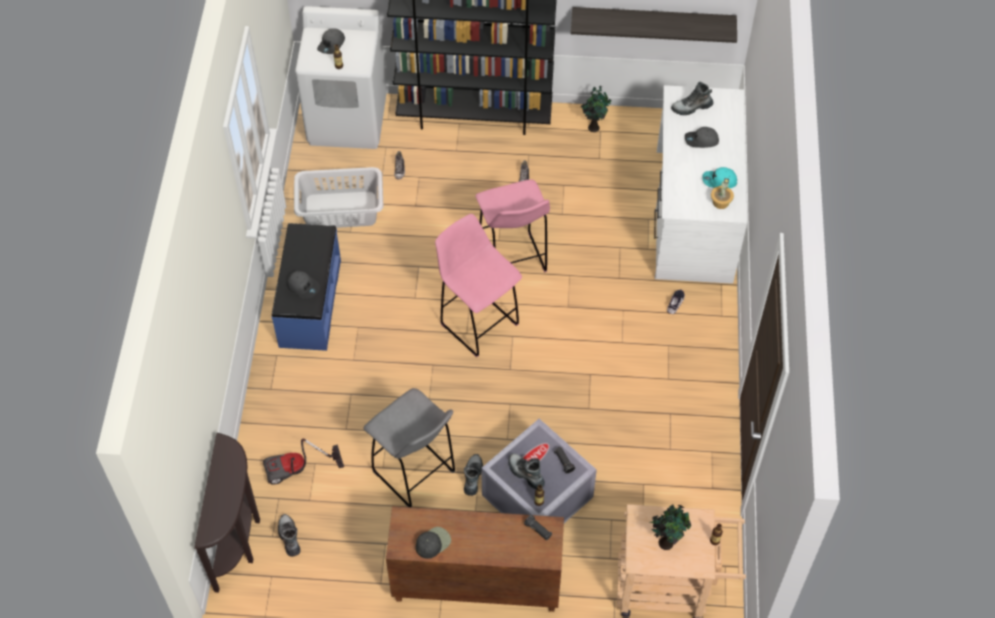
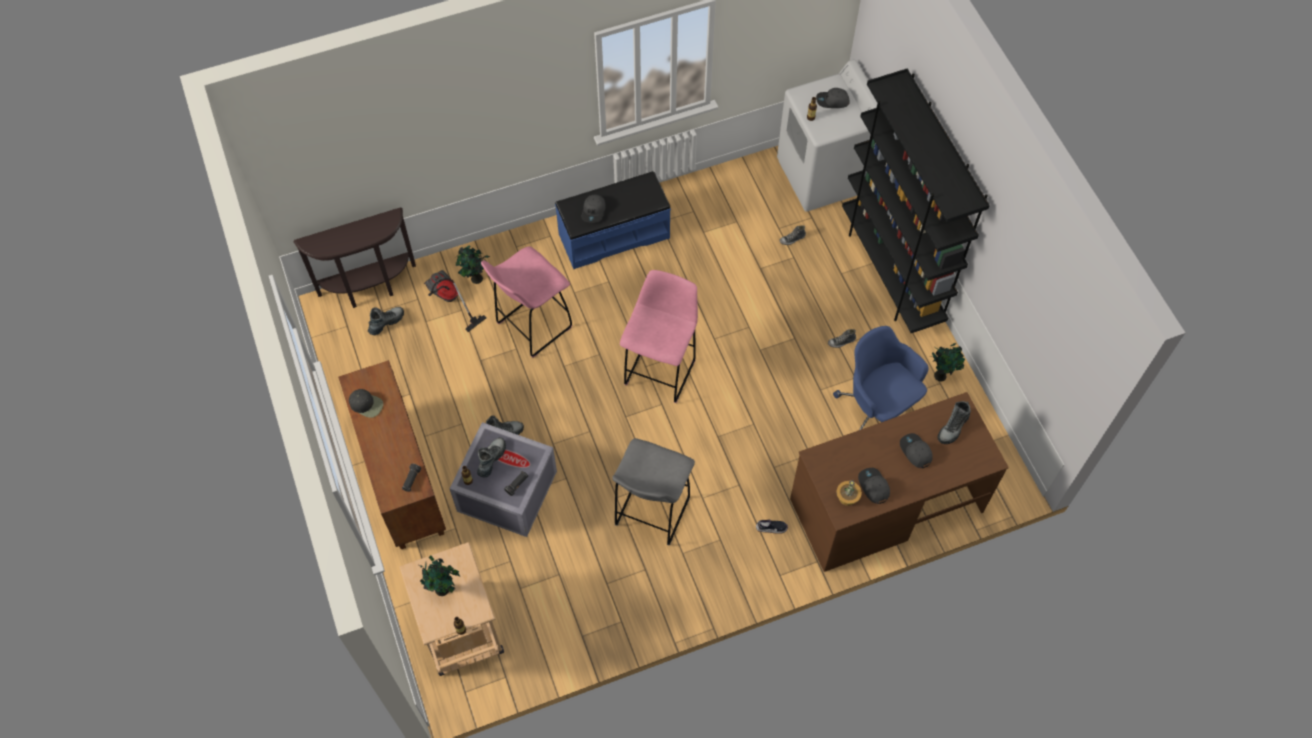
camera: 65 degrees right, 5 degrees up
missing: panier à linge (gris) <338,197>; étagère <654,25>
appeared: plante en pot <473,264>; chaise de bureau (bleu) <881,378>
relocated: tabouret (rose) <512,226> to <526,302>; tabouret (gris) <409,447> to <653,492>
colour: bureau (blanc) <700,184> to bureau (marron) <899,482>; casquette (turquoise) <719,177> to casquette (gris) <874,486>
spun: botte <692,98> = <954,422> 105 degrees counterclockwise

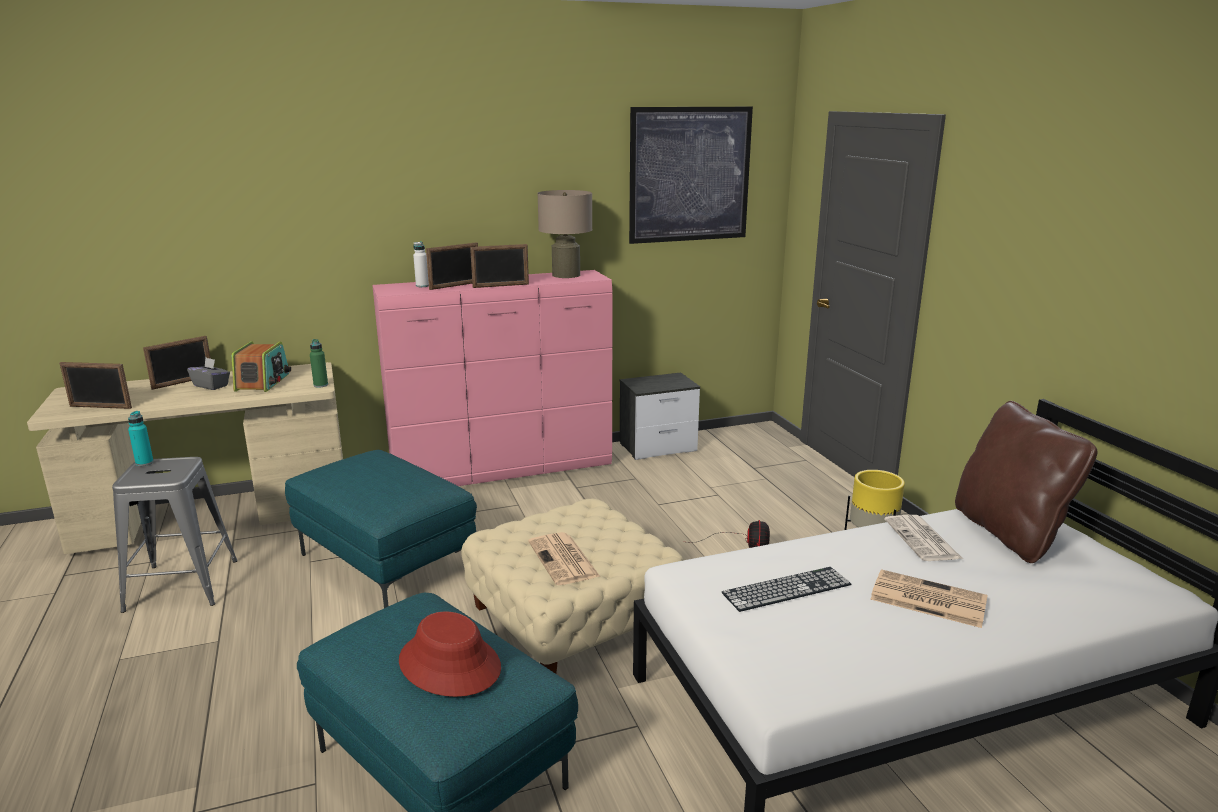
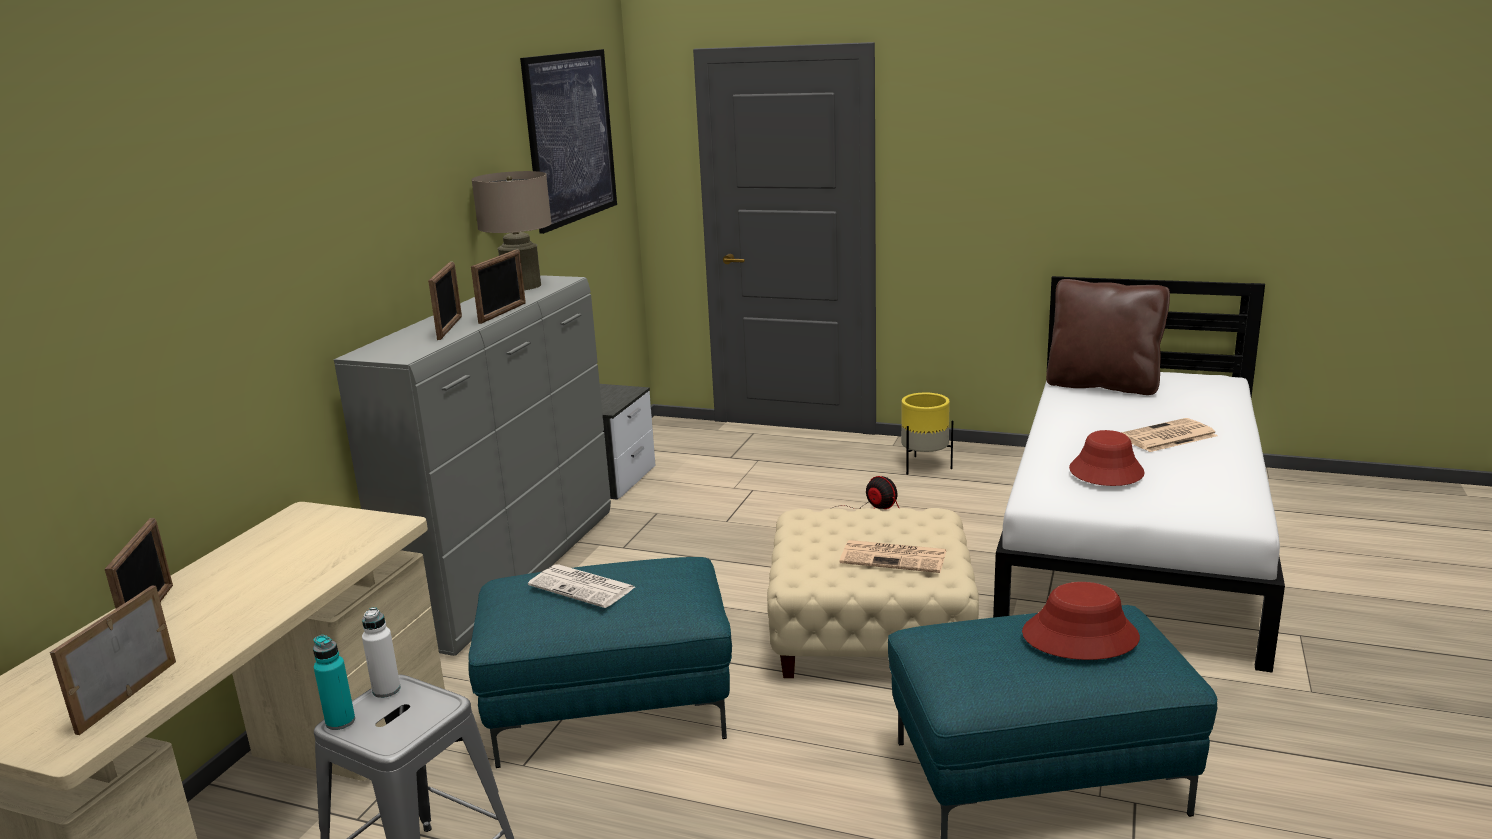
camera: 50 degrees left, 0 degrees up
missing: boîte à mouchoirs (gris) <208,374>; radio <261,367>; bouteille (vert) <319,363>
relocated: bouteille (blanc) <421,264> to <381,652>; journal <923,538> to <581,586>
exchanged: clavier <786,589> to chapeau (rouge) <1107,458>
colour: commode (rose) <492,378> to commode (gris) <472,465>
spun: cadre photo <95,385> = <113,660> 150 degrees clockwise

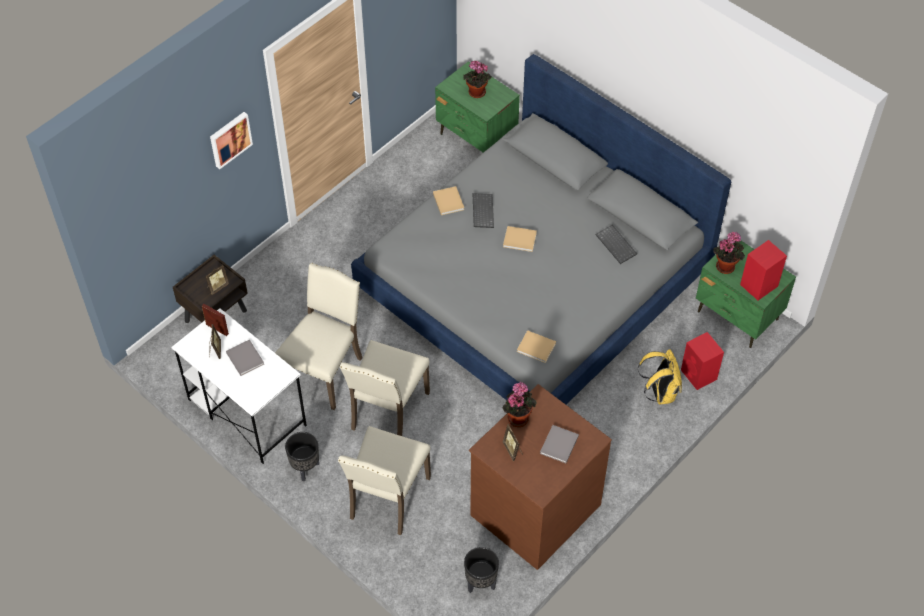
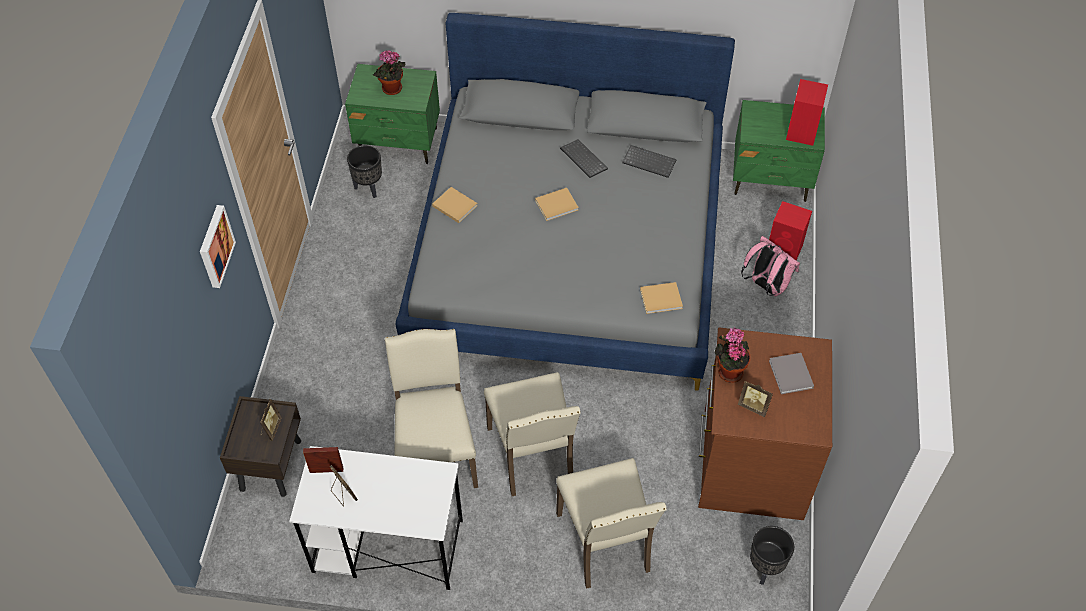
camera: 35 degrees left, 0 degrees up
missing: livre (gris) <245,358>; plante en pot <729,253>
relocated: cache-pot (noir) <302,456> to <364,171>; clavier <483,210> to <584,158>
colour: sac à dos (jaune) <660,376> to sac à dos (rose) <770,266>

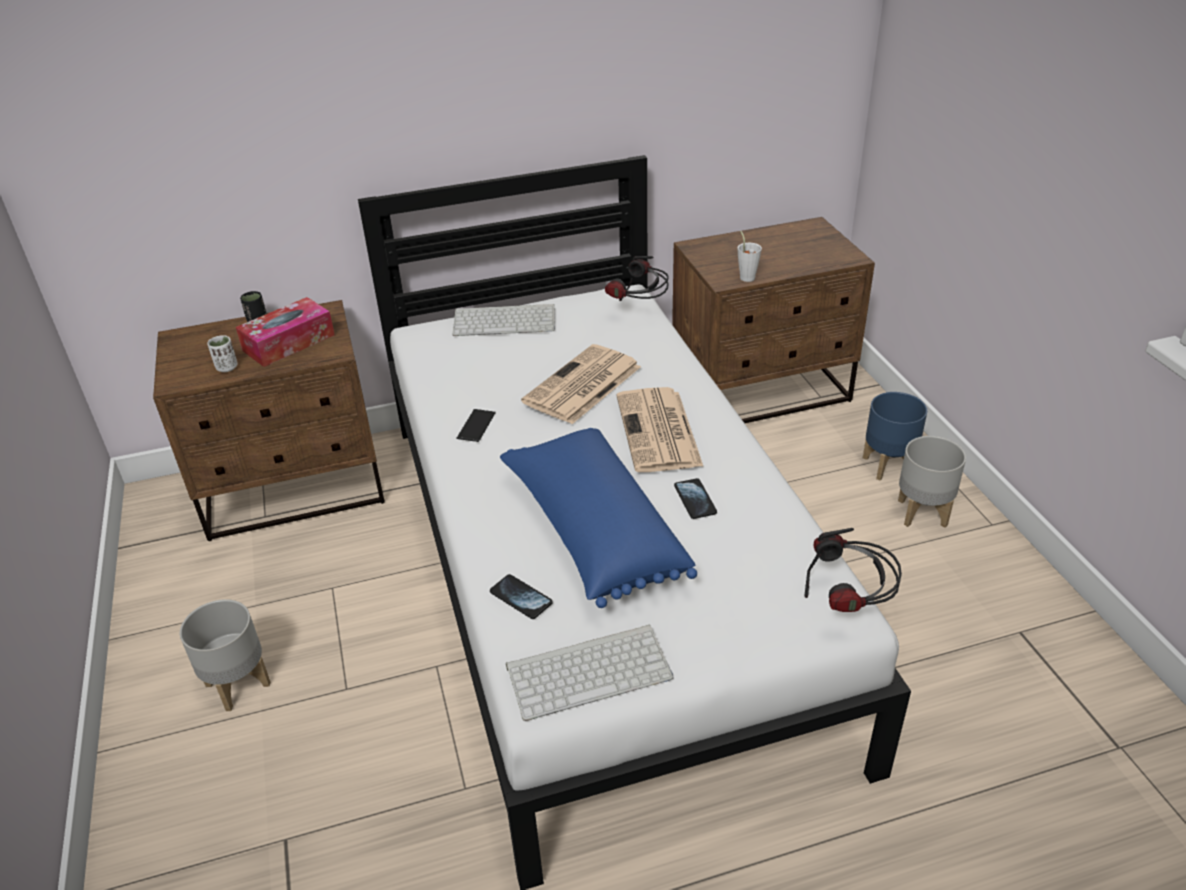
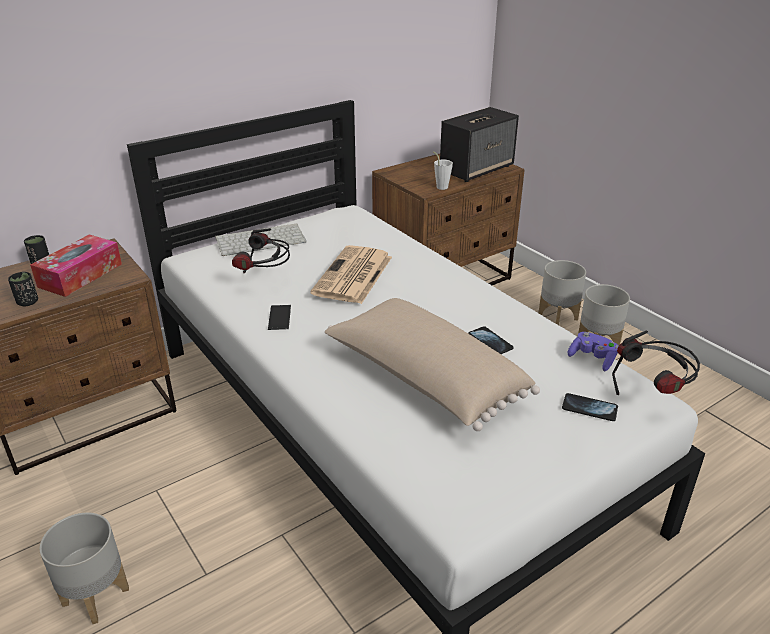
camera: 20 degrees left, 5 degrees down
missing: clavier <590,673>; journal <660,429>
appeared: enceinte <479,144>; manette (violet) <593,351>
relocated: casque audio <637,278> to <261,250>; téléphone <521,596> to <590,407>
colour: tasse (blanc) <222,353> to tasse (noir) <23,289>; coussin (bleu) <598,518> to coussin (beige) <432,364>; cache-pot (bleu) <895,436> to cache-pot (gris) <562,292>

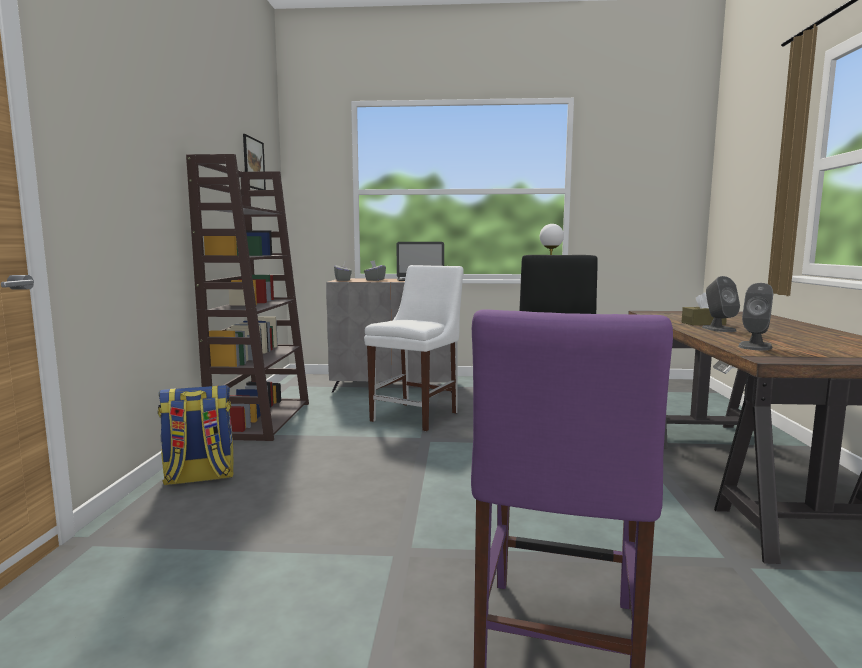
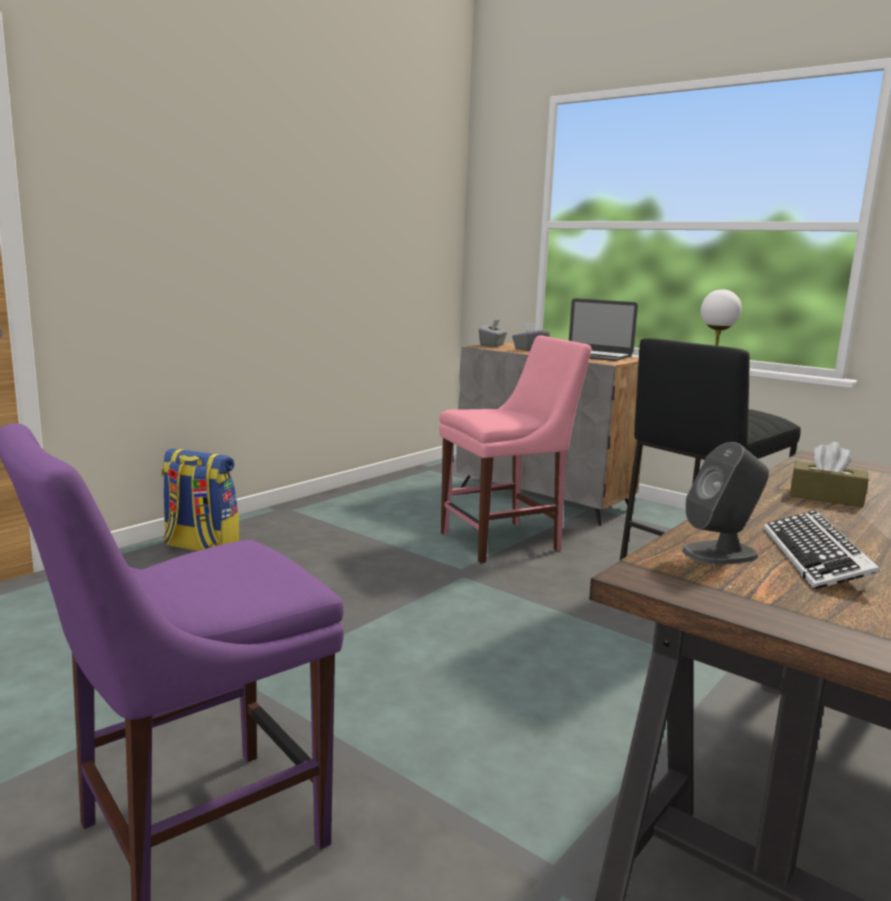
camera: 35 degrees right, 5 degrees up
missing: bibliothèque (marron) <247,297>; tableau <254,162>; enceinte (gris) <721,304>
appeared: clavier <822,550>
colour: chaise (blanc) <414,348> to chaise (rose) <515,449>

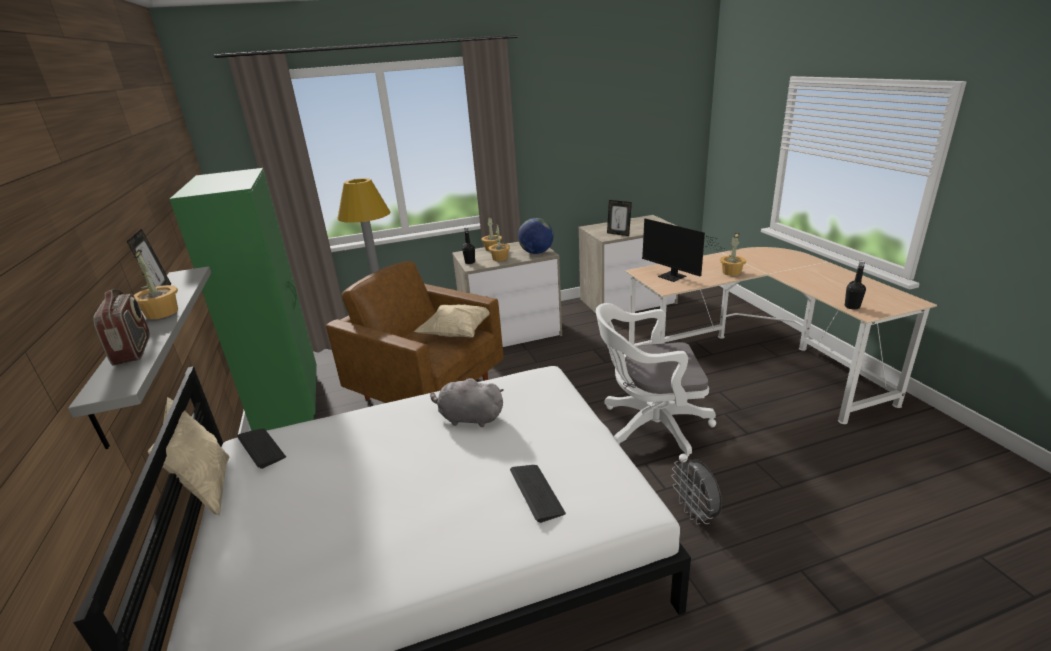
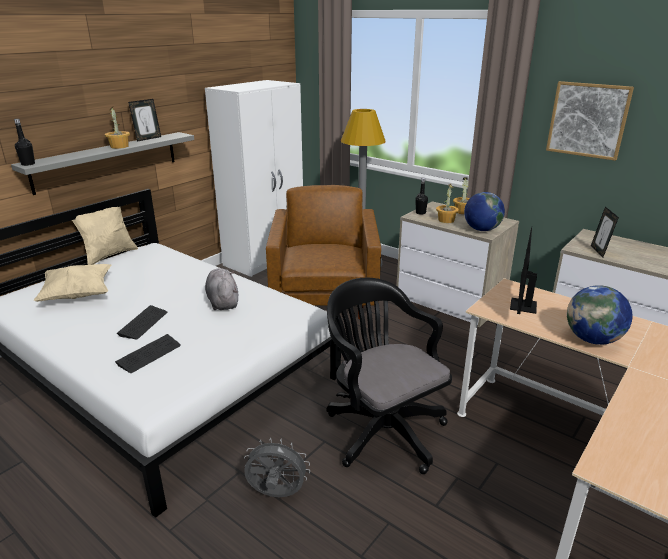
camera: 55 degrees right, 0 degrees up
missing: radio <121,327>
appeared: tableau <590,121>
relocated: bouteille (noir) <855,285> to <24,142>; coussin (beige) <452,321> to <72,283>; clavier <261,449> to <142,322>
exchanged: plante en pot <733,254> to globe <600,315>
colour: armoire (vert) <243,299> to armoire (blanc) <254,178>; chaise de bureau (blanc) <656,383> to chaise de bureau (noir) <389,376>
spun: ventilateur (gris) <697,492> = <277,467> 60 degrees clockwise

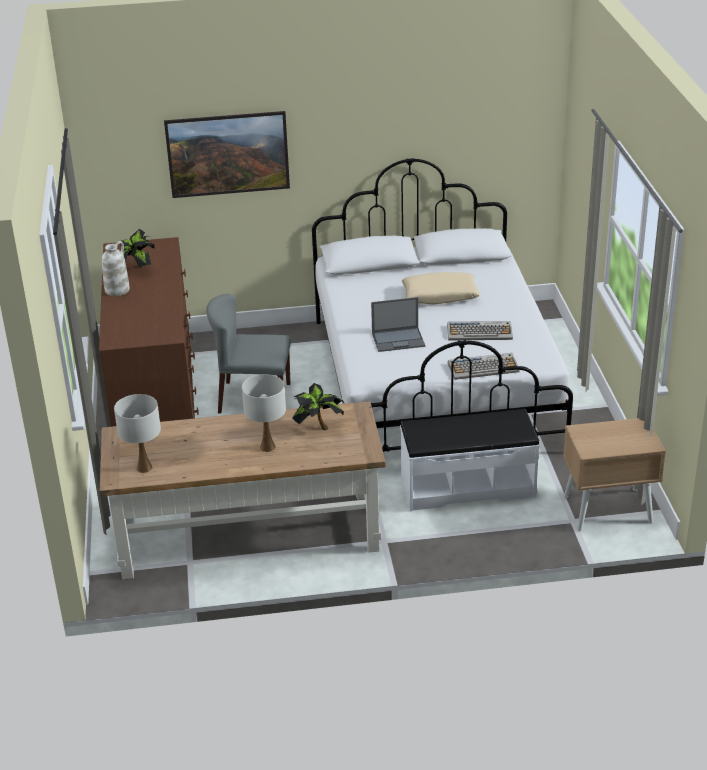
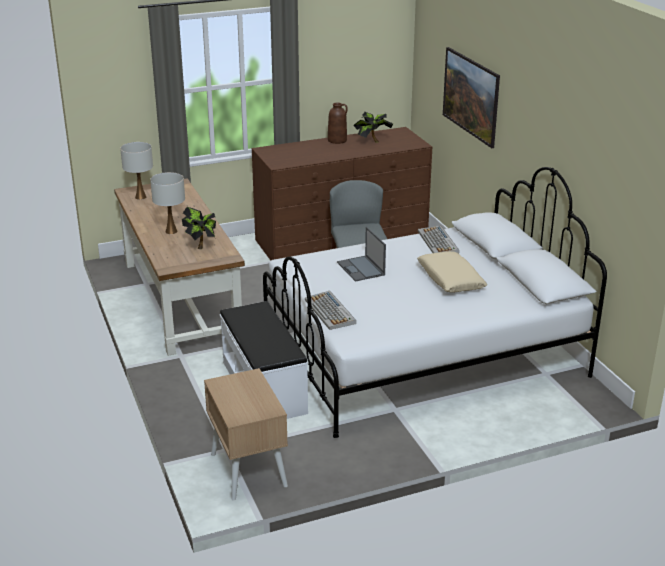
camera: 75 degrees right, 5 degrees down
relocated: clavier <480,331> to <438,239>
colour: vase (blanc) <116,268> to vase (marron) <338,123>

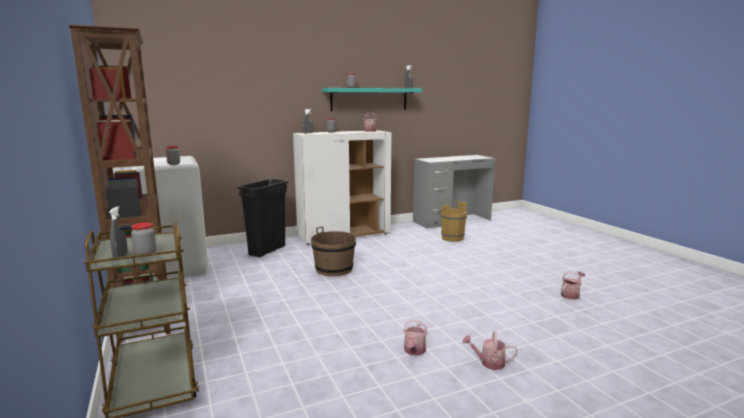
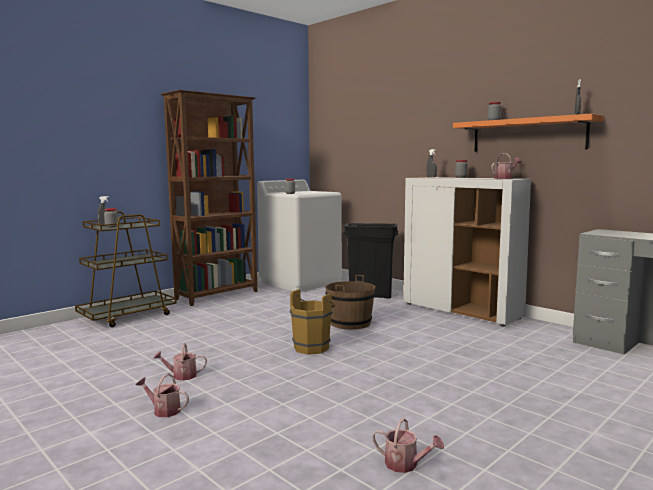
camera: 70 degrees right, 5 degrees down
relocated: seau (marron) <452,221> to <312,322>
colour: étagère (turquoise) <372,99> to étagère (orange) <528,132>
spun: arrosoir <490,350> = <162,395> 60 degrees counterclockwise

